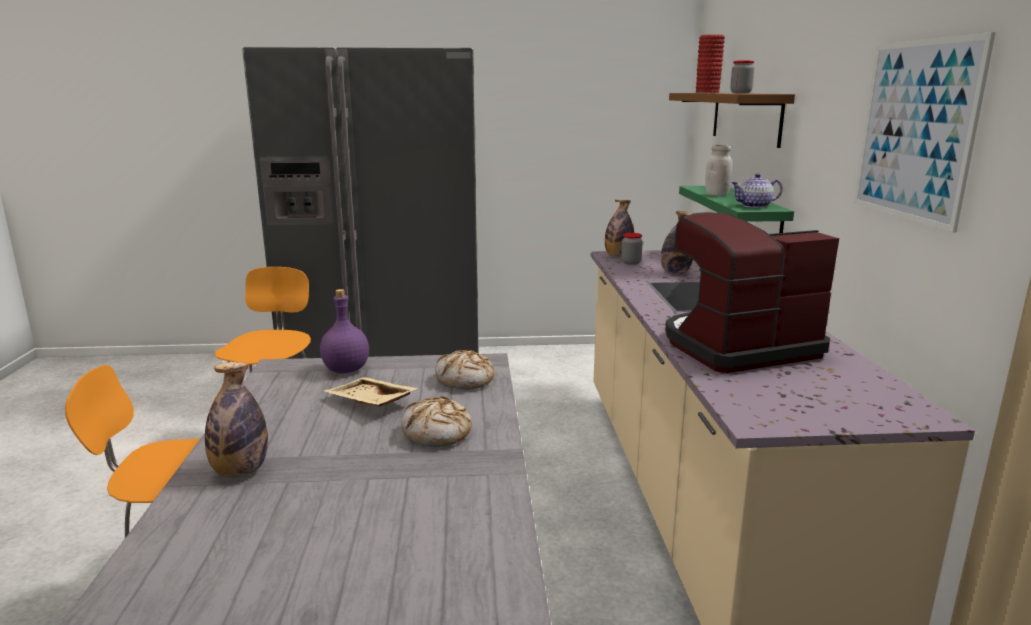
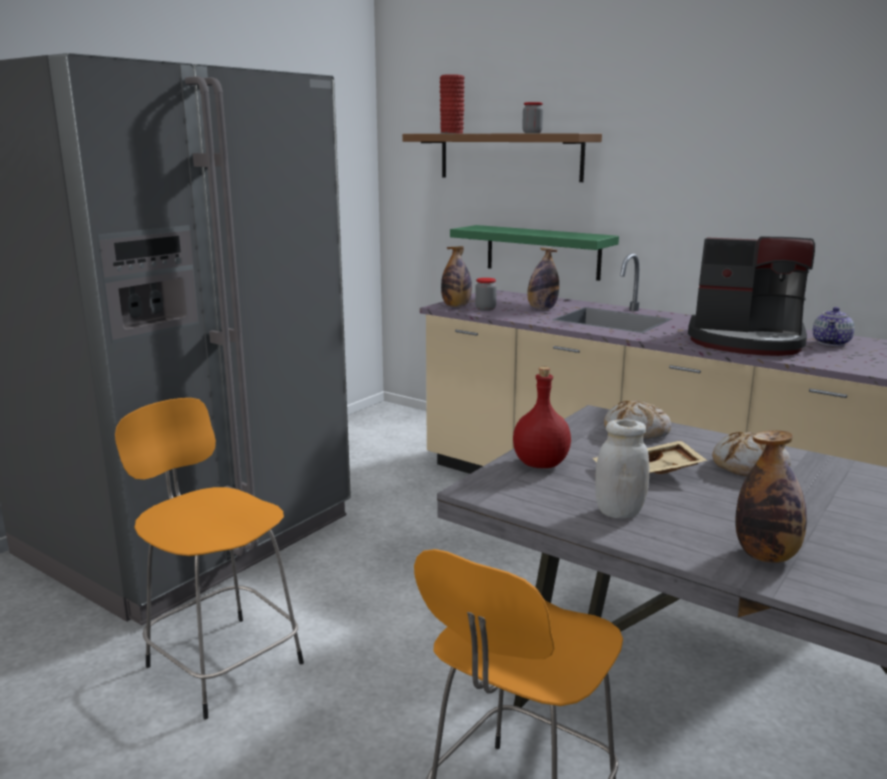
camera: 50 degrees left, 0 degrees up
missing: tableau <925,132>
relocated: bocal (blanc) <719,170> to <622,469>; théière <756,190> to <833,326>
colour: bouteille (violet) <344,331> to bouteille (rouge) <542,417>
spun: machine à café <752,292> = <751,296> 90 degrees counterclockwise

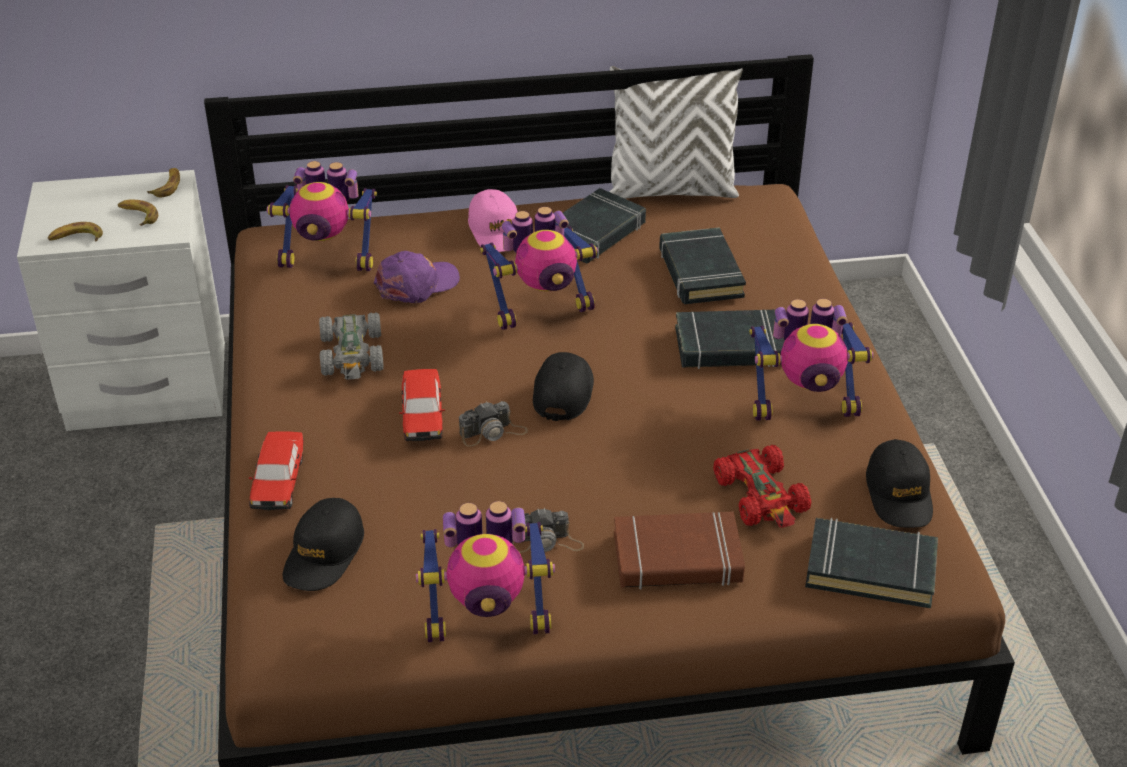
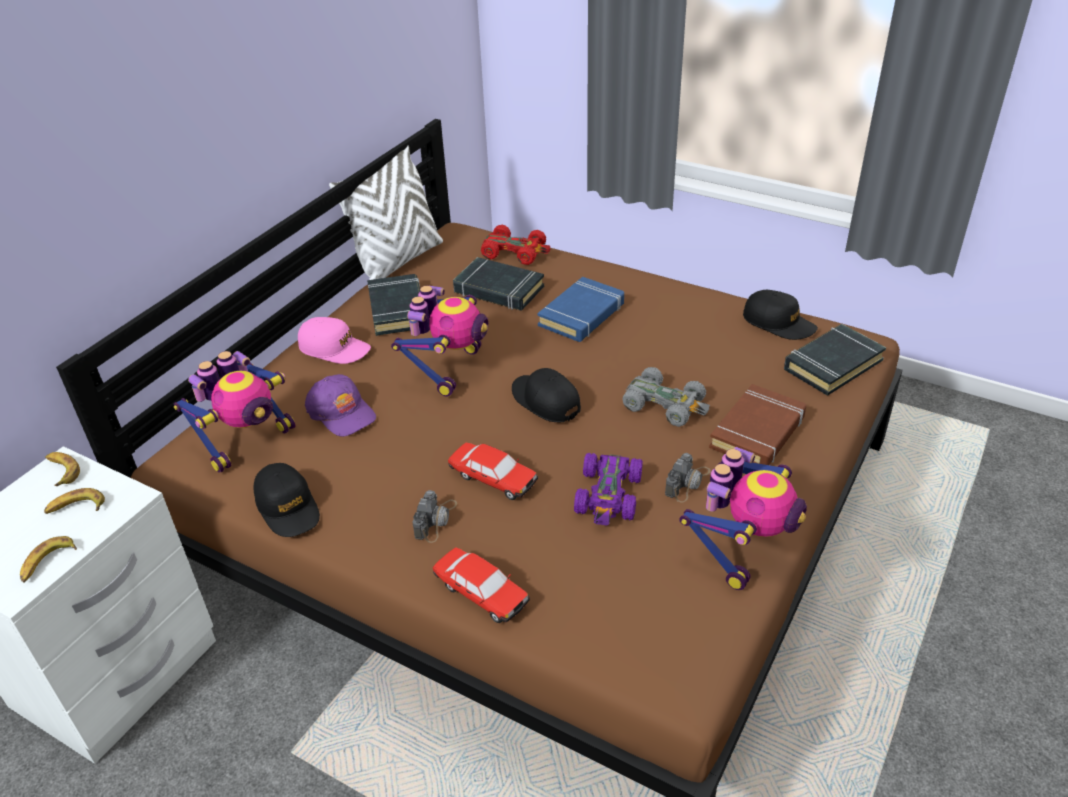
camera: 50 degrees left, 0 degrees up
missing: robot jouet <811,360>
appeared: petite voiture (violet) <608,489>
relocated: casquette (noir) <323,544> to <286,500>; appareil photo <493,424> to <435,516>; petite voiture (rouge) <762,486> to <515,245>; petite voiture (gris) <351,346> to <666,397>
colour: livre (noir) <730,339> to livre (bleu) <580,309>
spun: casquette (violet) <417,277> = <340,405> 135 degrees clockwise

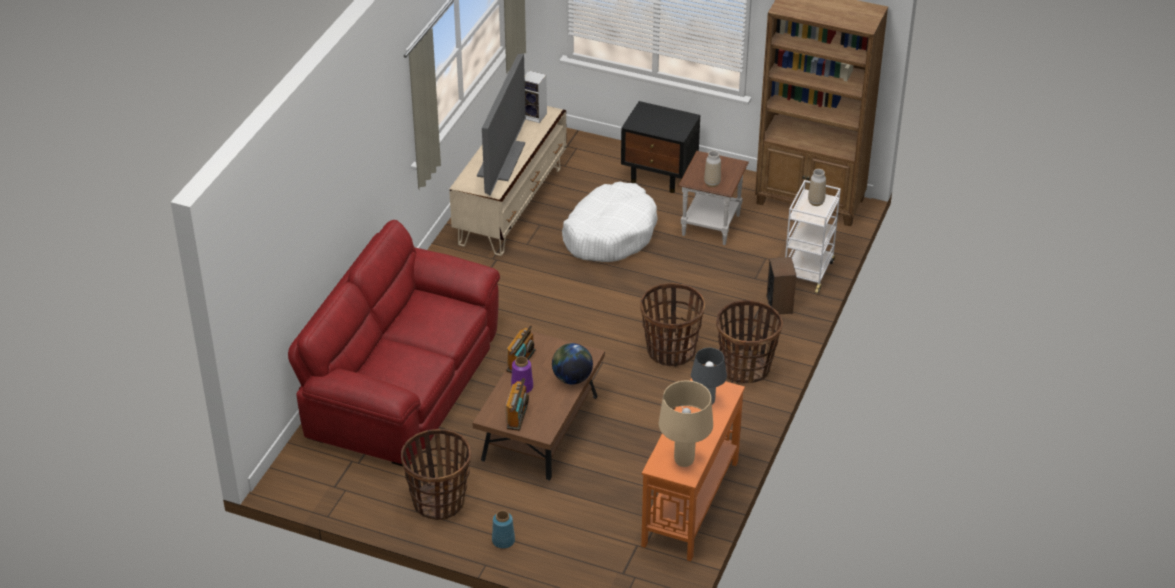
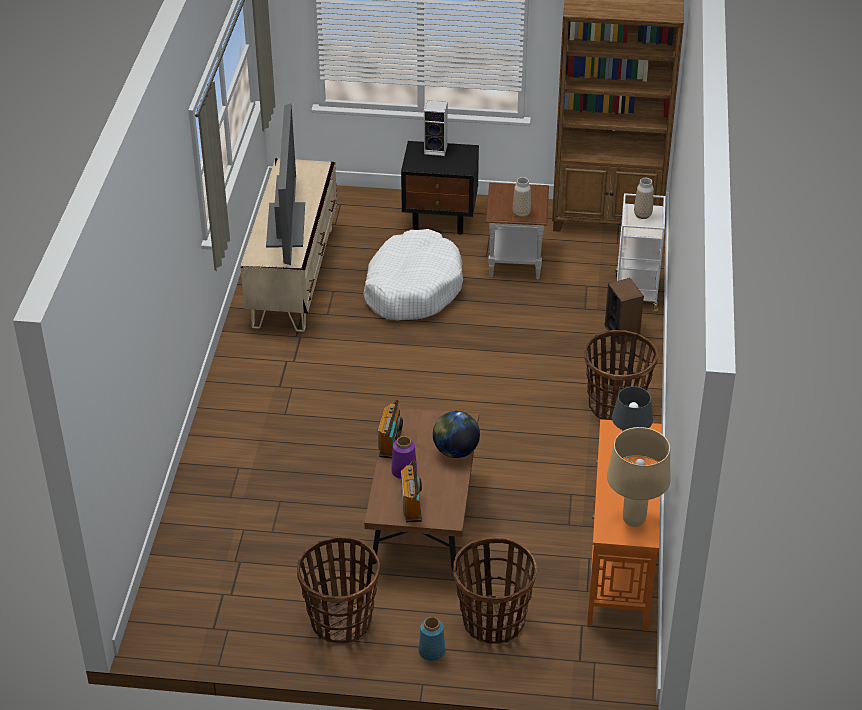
camera: 15 degrees left, 0 degrees up
missing: canapé (rouge) <394,343>
relocated: enceinte <536,97> to <436,128>; panier <672,325> to <495,590>

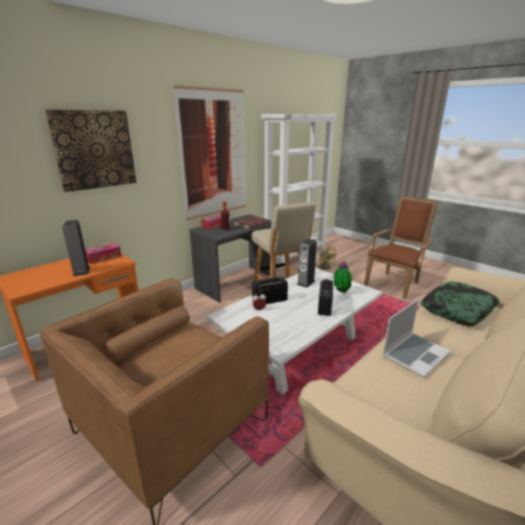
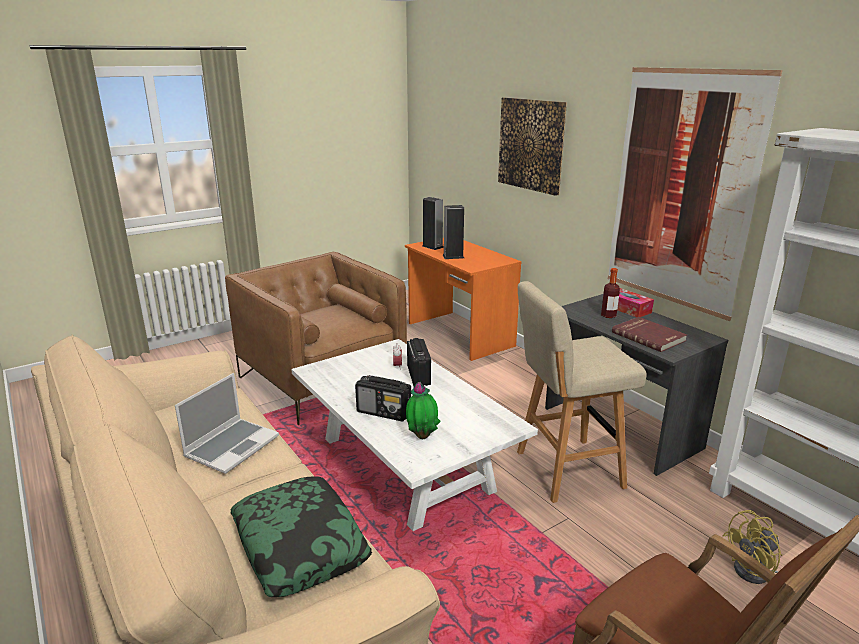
camera: 100 degrees right, 0 degrees up
missing: boîte à mouchoirs <103,253>
relocated: enceinte <307,263> to <433,223>
spun: ordinateur portable <416,338> = <227,423> 120 degrees counterclockwise

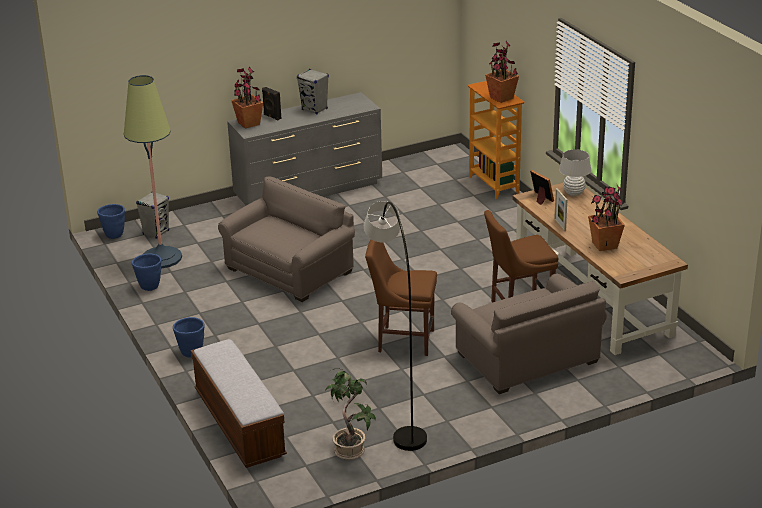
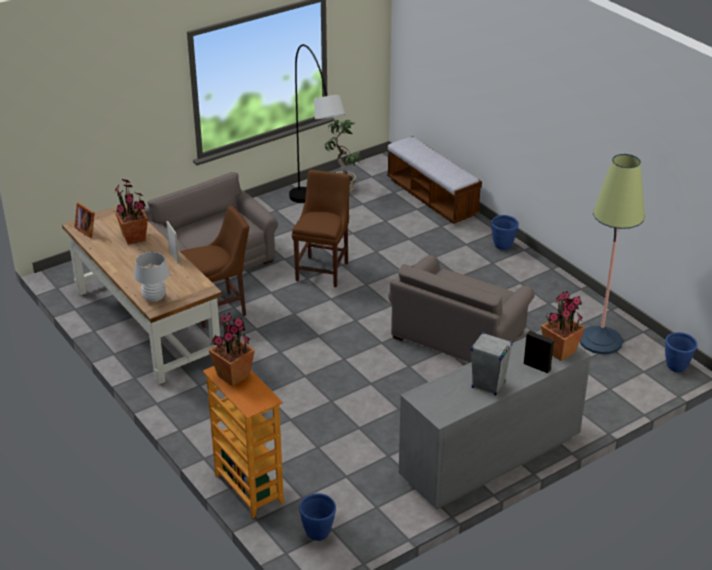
camera: 170 degrees right, 5 degrees up
missing: enceinte (gris) <152,215>
relocated: cadre photo <542,187> to <84,220>; cache-pot (bleu) <146,272> to <317,517>
spun: chaise (marron) <401,297> = <321,228> 75 degrees counterclockwise

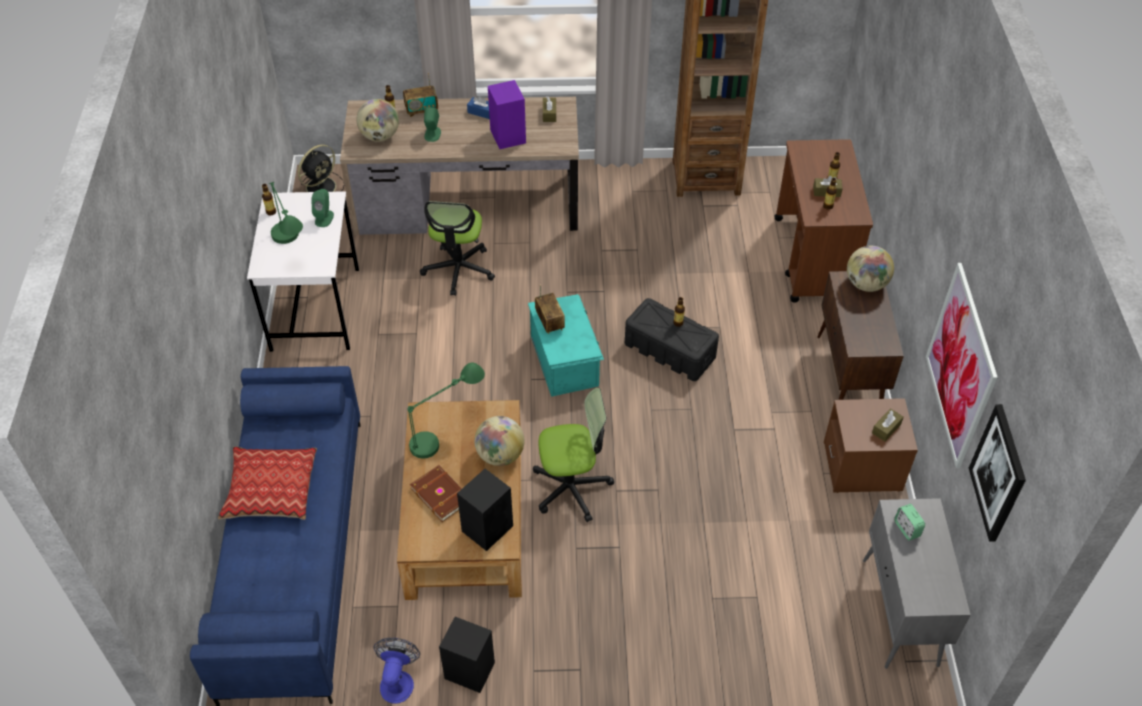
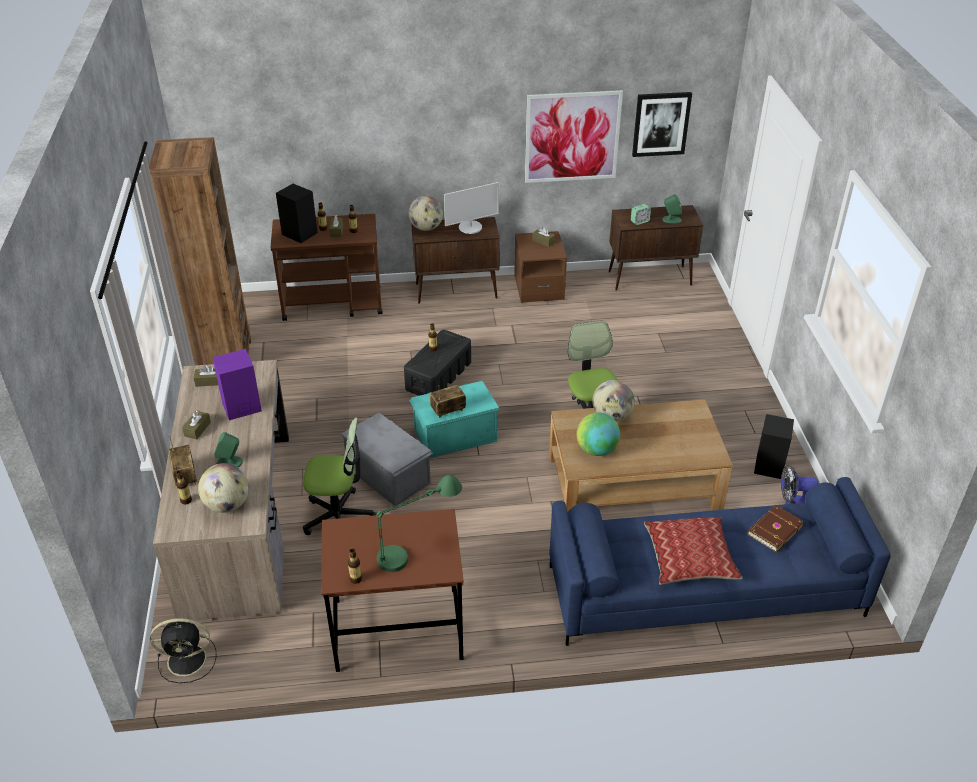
camera: 95 degrees left, 10 degrees down
appeared: boîte de rangement (gris) <387,459>; écran d'ordinateur <471,208>
relocated: enceinte (noir) <485,510> to <297,213>; enceinte (vert) <323,208> to <672,208>; livre (marron) <436,493> to <775,529>
exchanged: lampe de table (vert) <446,411> to globe <598,434>
colour: boîte à mouchoirs (bleu) <478,107> to boîte à mouchoirs (marron) <196,424>; bureau (blanc) <303,271> to bureau (marron) <392,590>; meuble de rangement (gris) <917,583> to meuble de rangement (marron) <656,248>
spun: ventilateur (noir) <321,168> = <183,650> 135 degrees clockwise

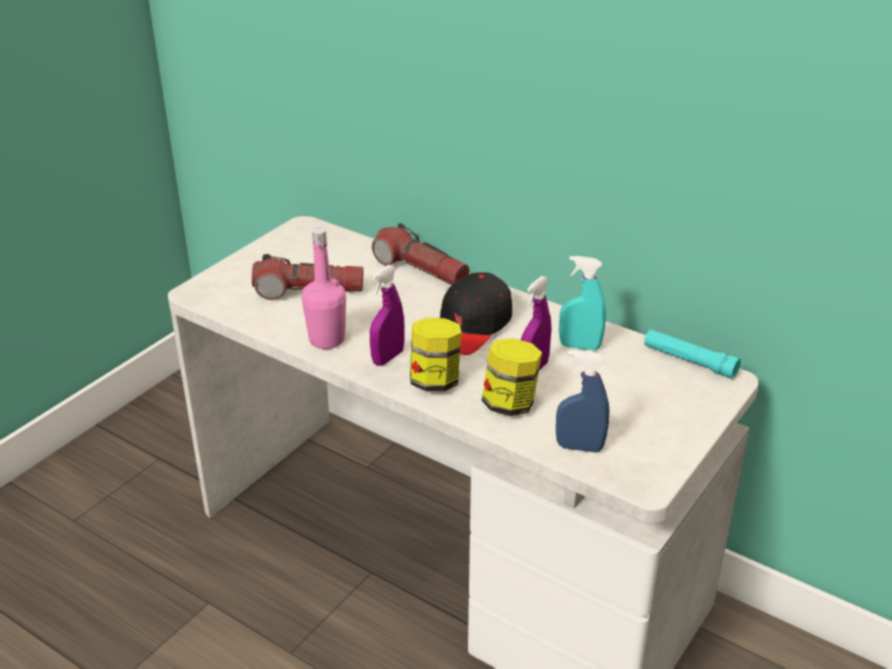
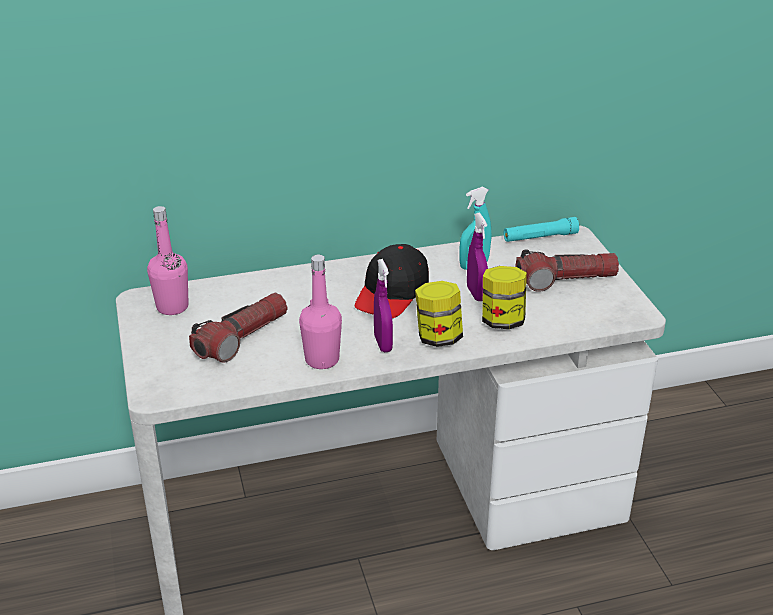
camera: 50 degrees left, 0 degrees up
missing: vaporisateur (bleu) <583,401>
appeared: bouteille (rose) <168,260>
relocated: lampe de poche <421,254> to <567,270>
spun: casquette (noir) <475,313> = <392,281> 45 degrees clockwise

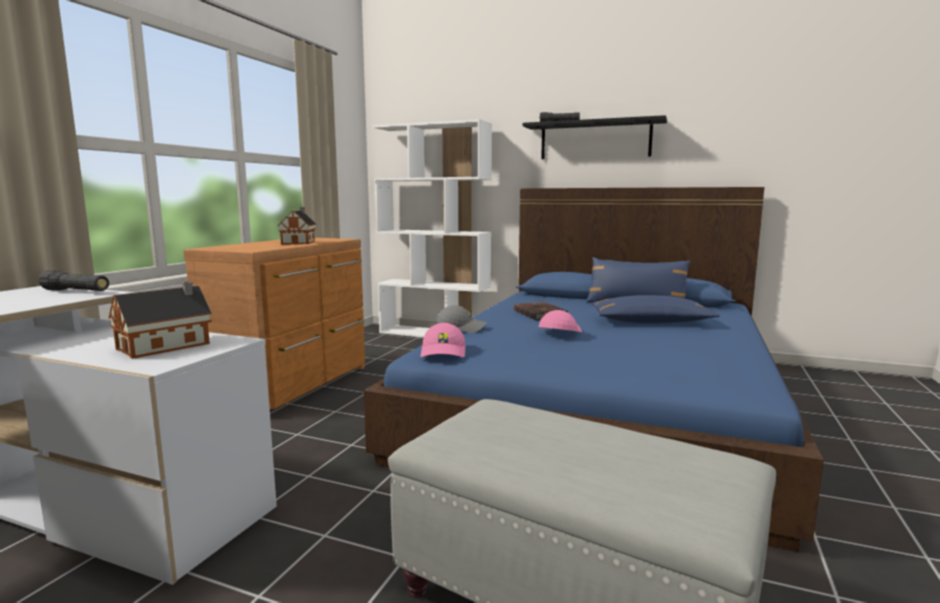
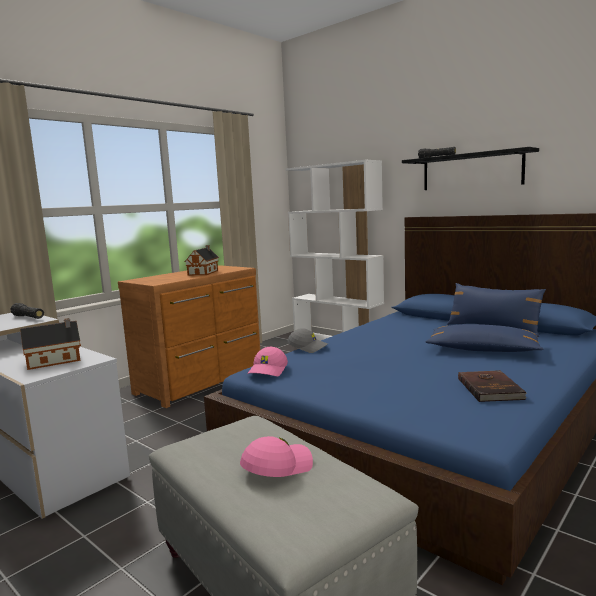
camera: 20 degrees right, 0 degrees up
relocated: casquette (rose) <560,321> to <276,456>; livre (marron) <541,311> to <492,386>

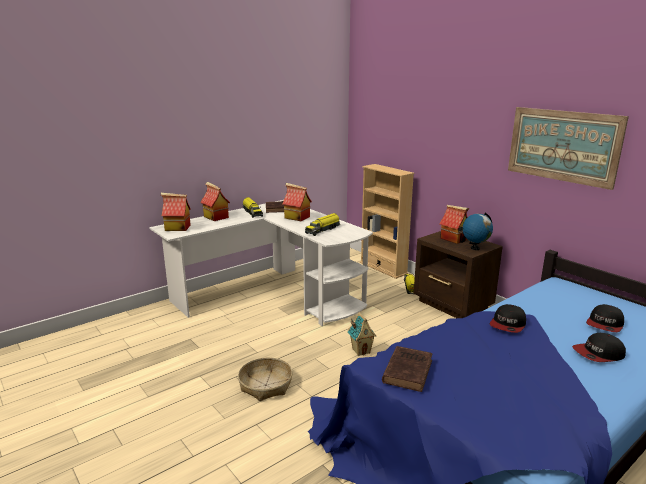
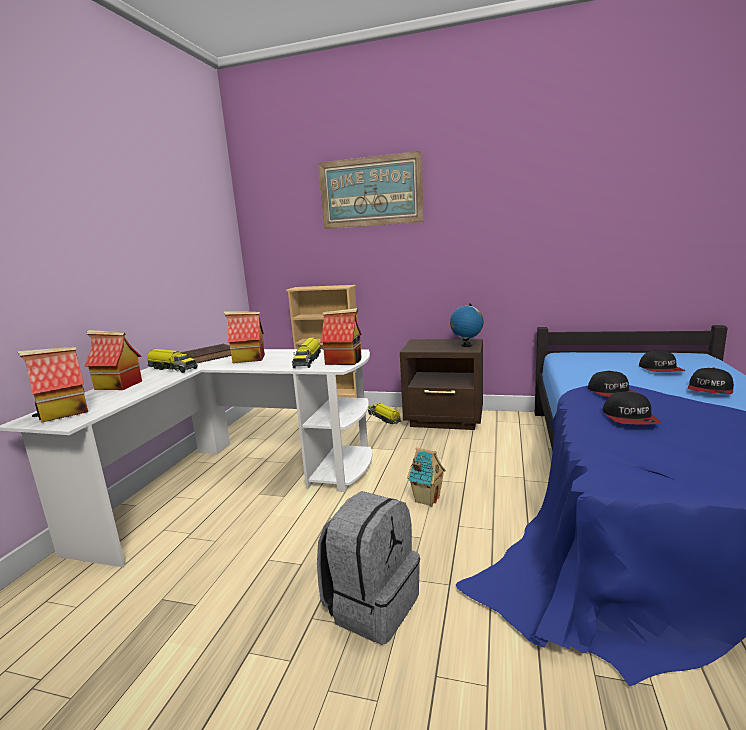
camera: 35 degrees left, 5 degrees down
missing: livre (marron) <407,369>
appeared: casquette <632,407>
relocated: tableau <568,148> to <371,190>; maison miniature <454,224> to <341,336>
exchanged: panier <265,379> to sac à dos (gris) <368,568>

